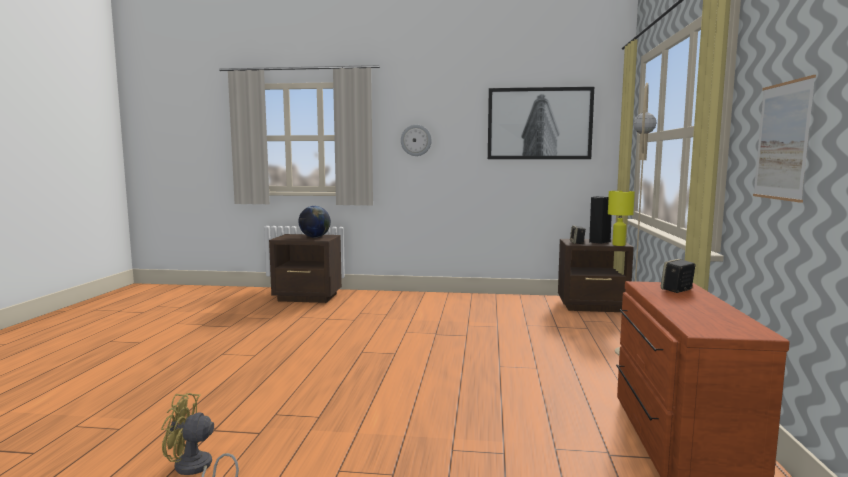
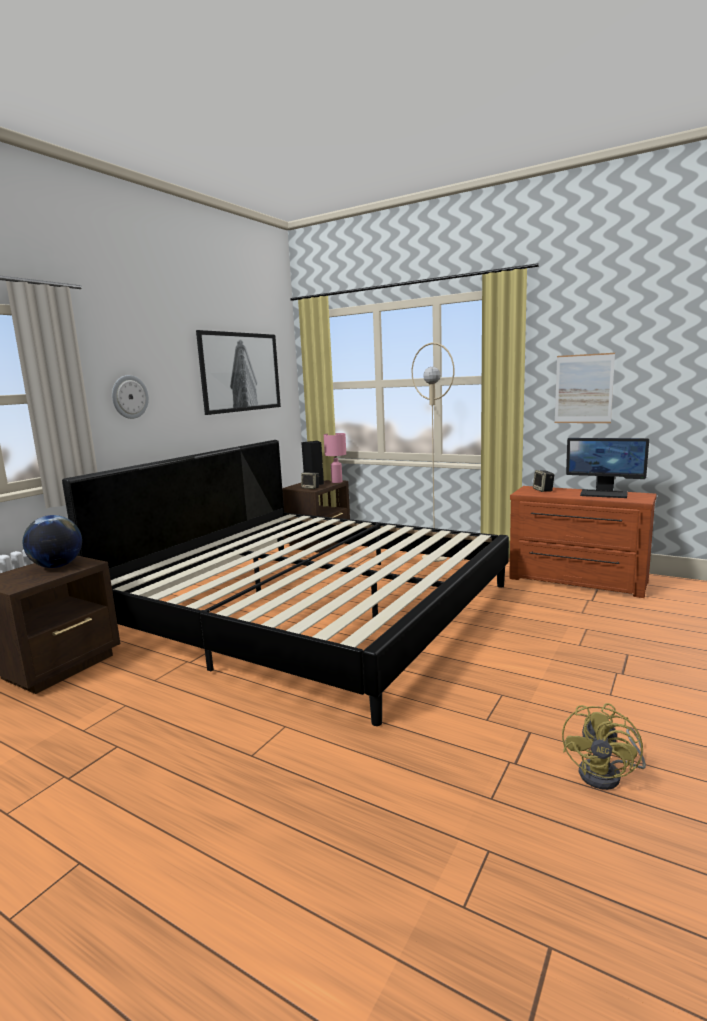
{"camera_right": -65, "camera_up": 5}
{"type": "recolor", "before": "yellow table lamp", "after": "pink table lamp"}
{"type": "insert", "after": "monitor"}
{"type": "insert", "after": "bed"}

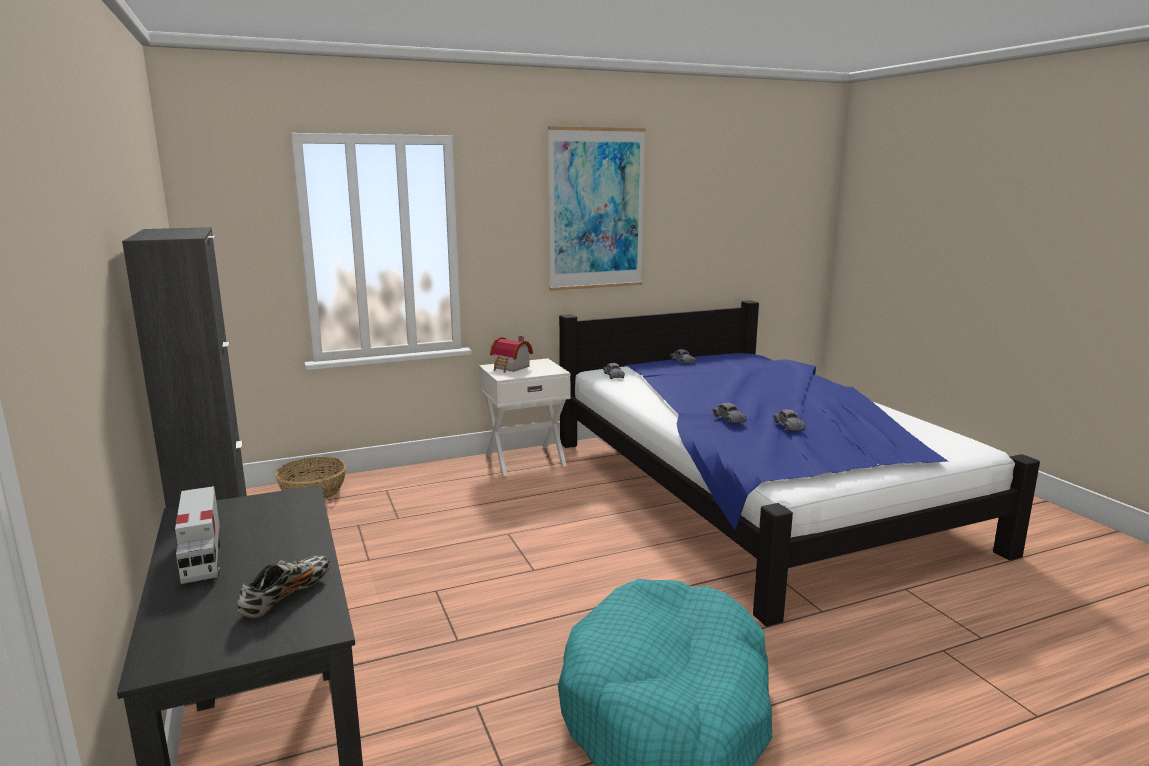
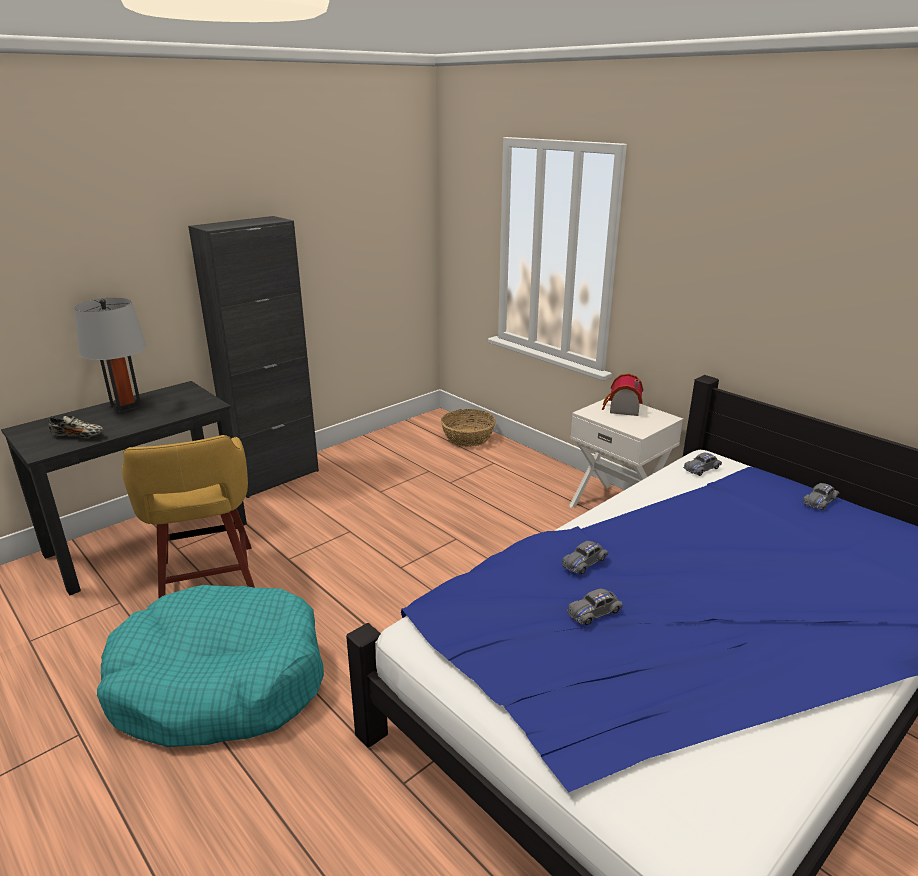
{"camera_right": 70, "camera_up": 10}
{"type": "delete", "before": "picture"}
{"type": "replace", "before": "toy truck", "after": "grey table lamp"}
{"type": "insert", "after": "yellow stool"}

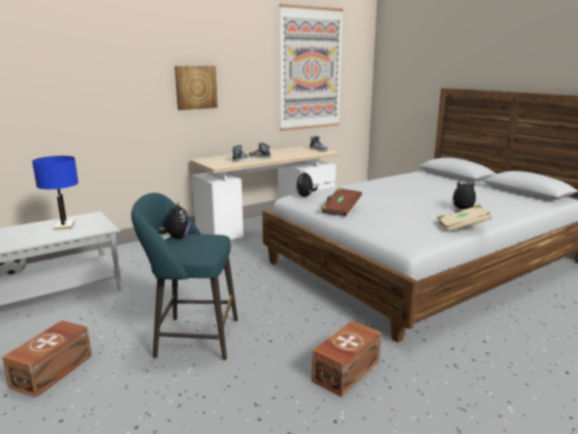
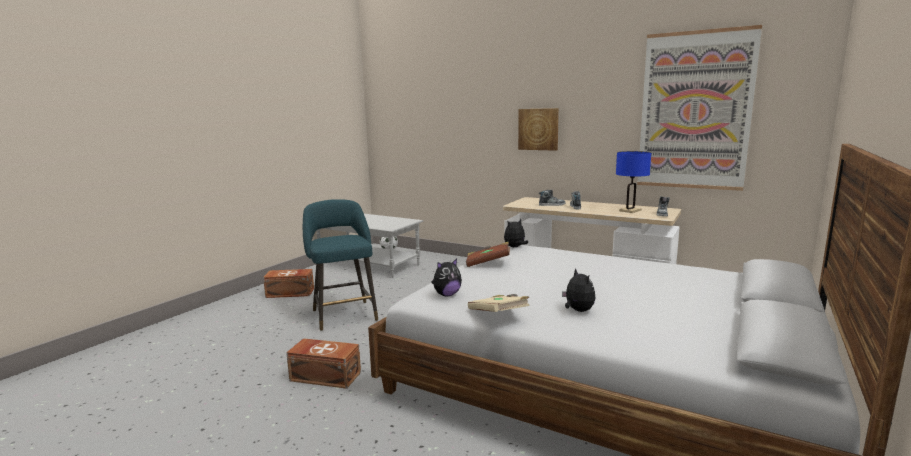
{"camera_right": 65, "camera_up": -5}
{"type": "move", "before": "blue table lamp"}
{"type": "move", "before": "plush toy (1st from left)"}

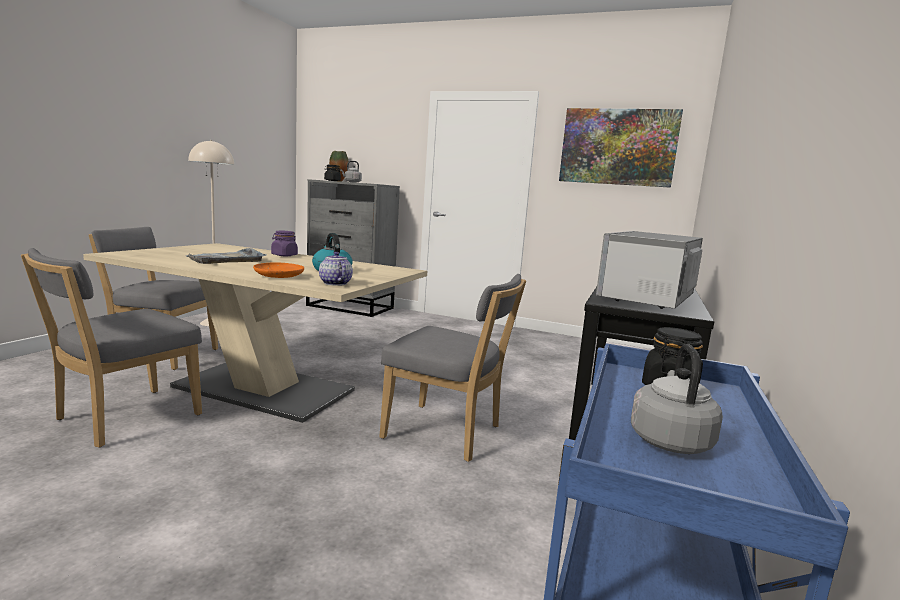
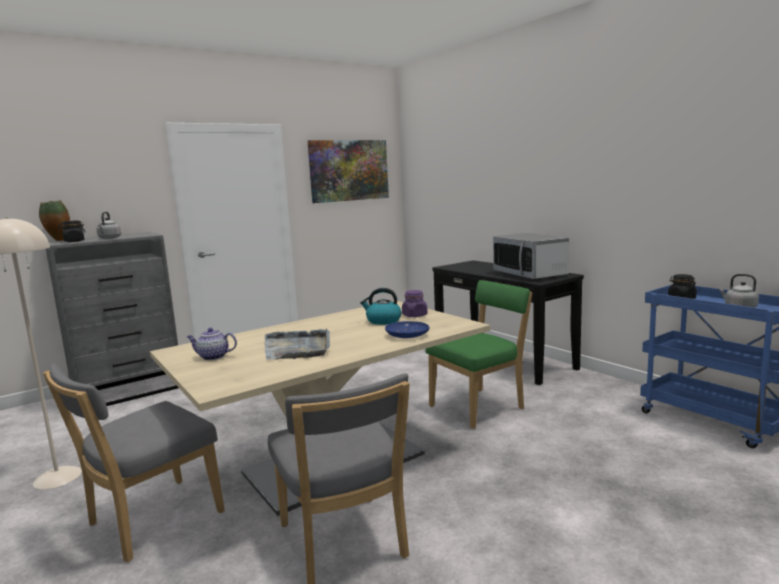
{"camera_right": -55, "camera_up": 0}
{"type": "move", "before": "purple jar"}
{"type": "move", "before": "teapot"}
{"type": "recolor", "before": "orange plate", "after": "blue plate"}
{"type": "recolor", "before": "grey chair (3rd from left)", "after": "green chair"}

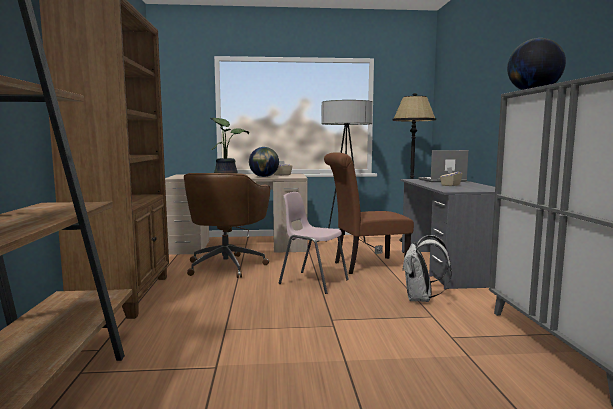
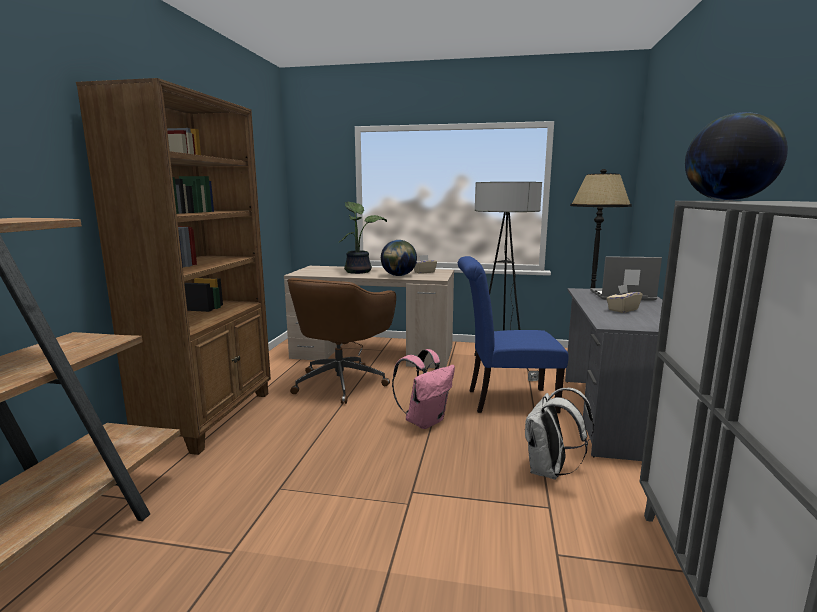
{"camera_right": 15, "camera_up": 5}
{"type": "recolor", "before": "brown chair", "after": "blue chair"}
{"type": "replace", "before": "pink chair", "after": "pink backpack"}

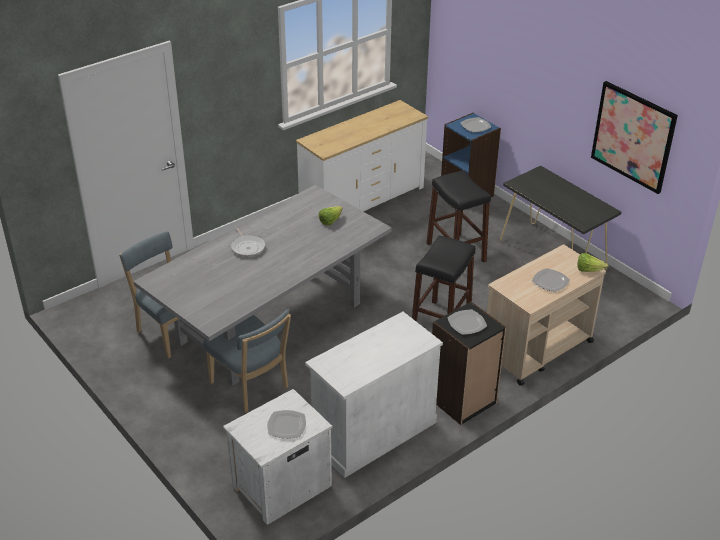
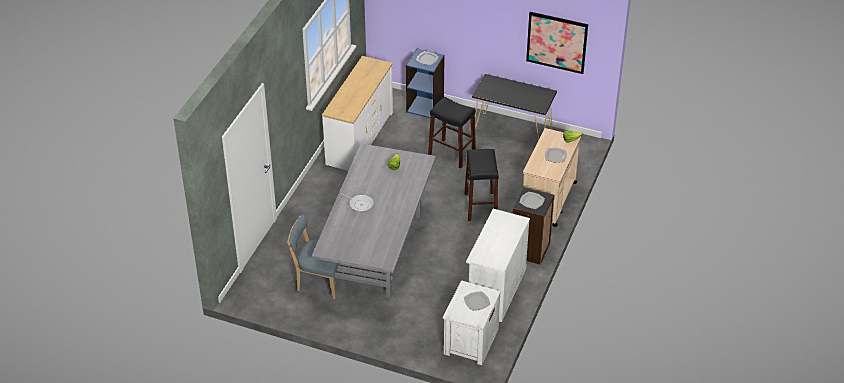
{"camera_right": -30, "camera_up": 5}
{"type": "delete", "before": "blue chair (2nd from left)"}

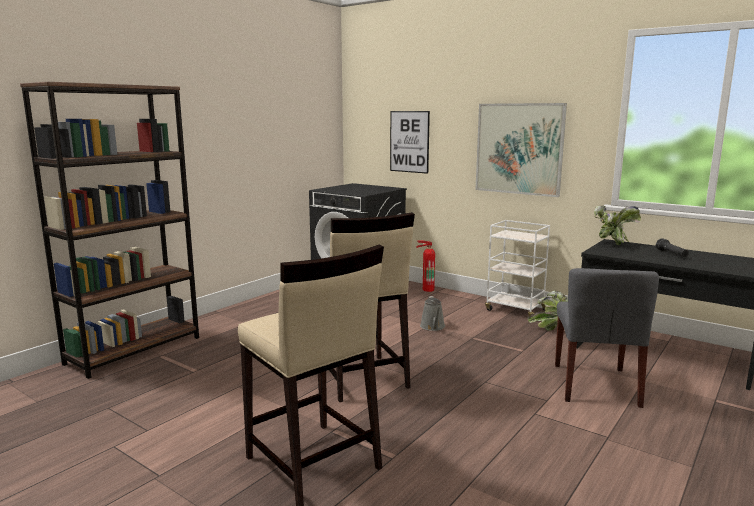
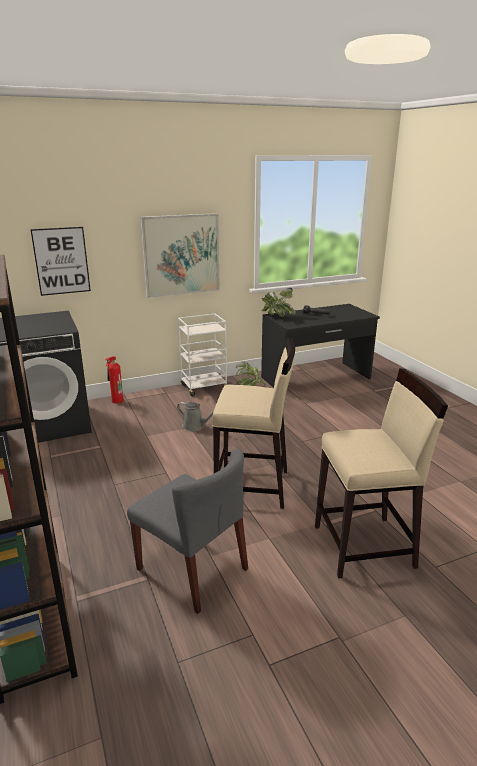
{"camera_right": -60, "camera_up": 10}
{"type": "move", "before": "grey chair"}

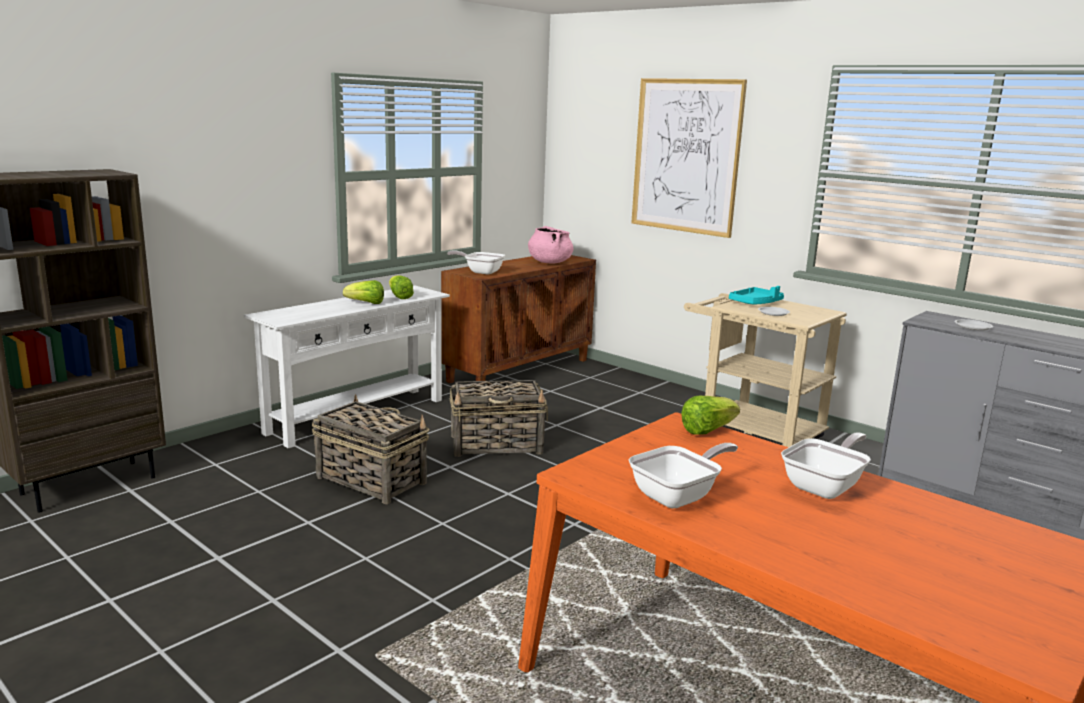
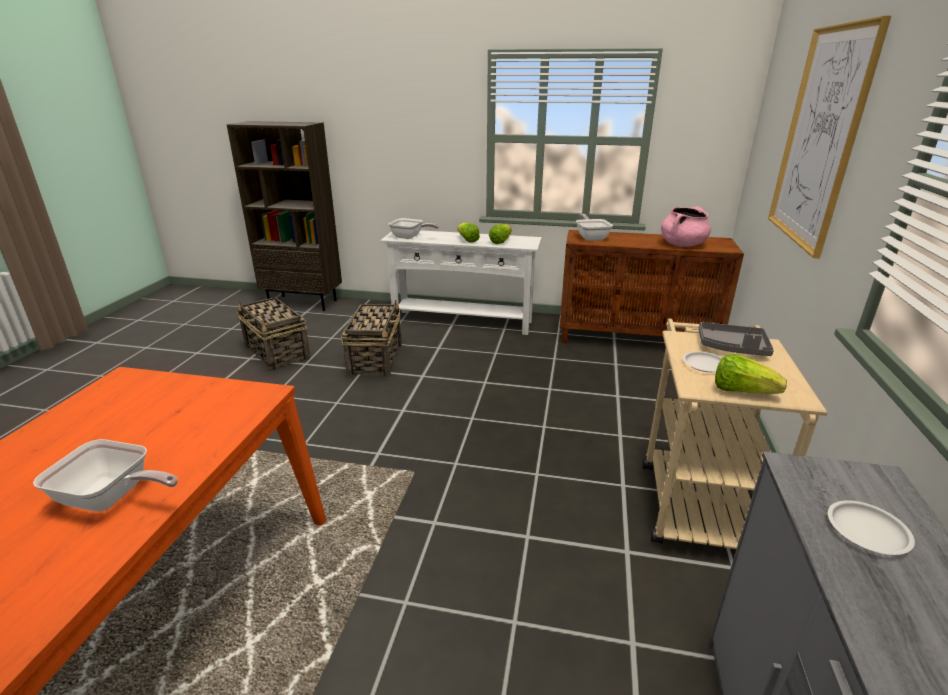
{"camera_right": 60, "camera_up": 10}
{"type": "recolor", "before": "turquoise tray", "after": "grey tray"}
{"type": "move", "before": "basket (2nd from left in the first image)", "after": "basket (1st from left)"}
{"type": "move", "before": "lettuce (3rd from left)"}
{"type": "move", "before": "frying pan (2nd from left)"}

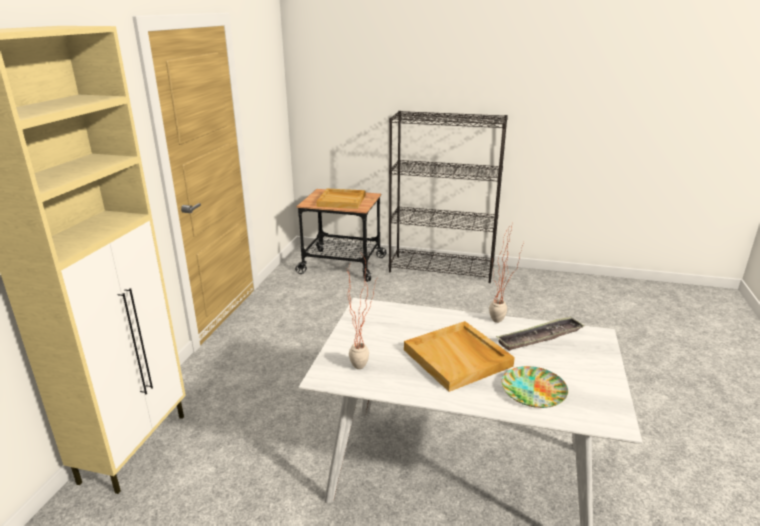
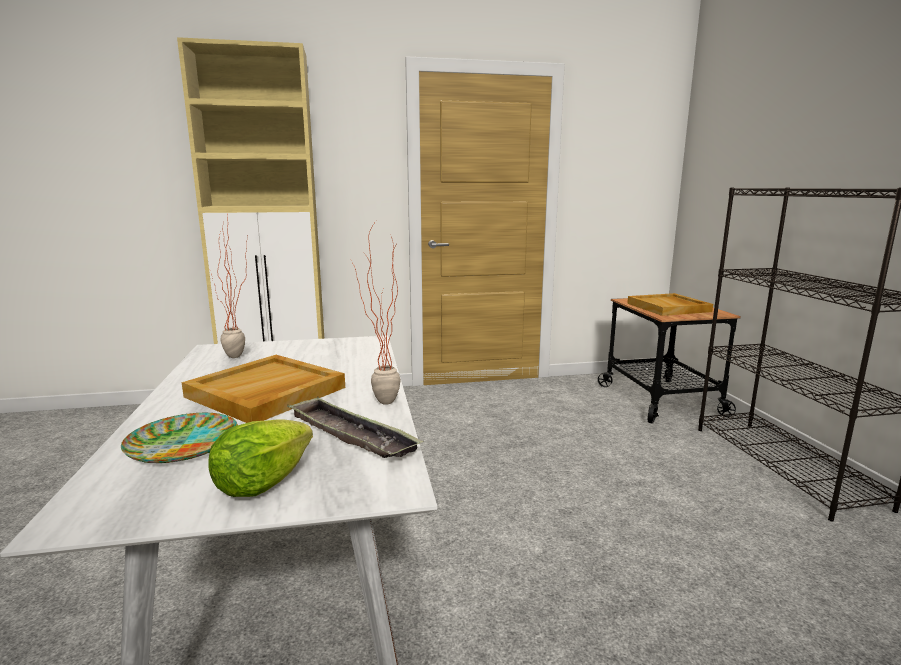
{"camera_right": 65, "camera_up": -10}
{"type": "insert", "after": "lettuce"}

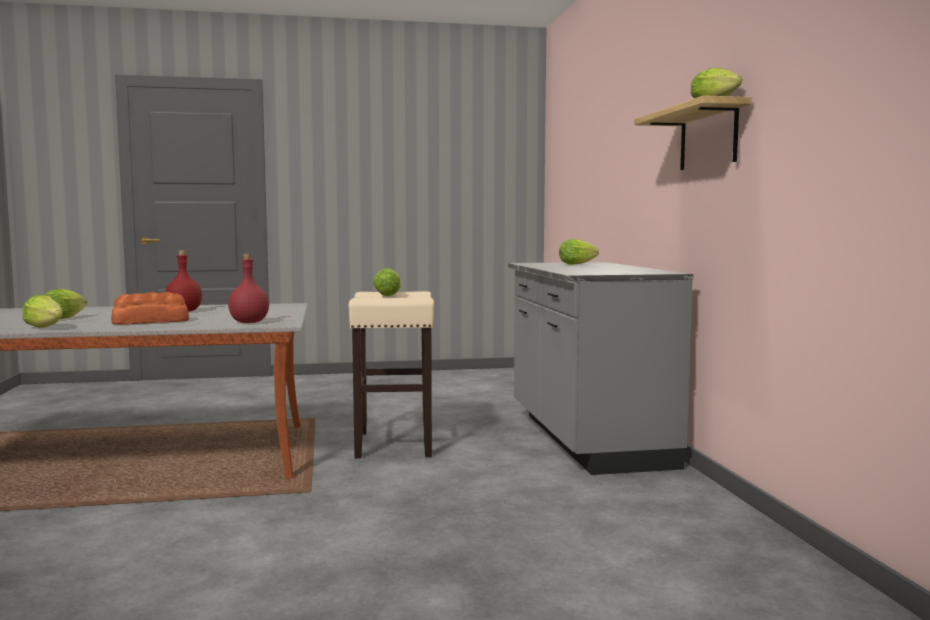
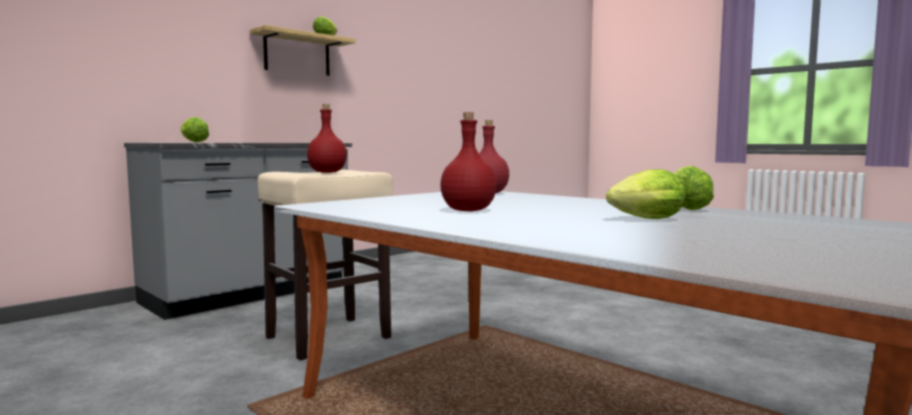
{"camera_right": -125, "camera_up": 0}
{"type": "replace", "before": "lettuce (3rd from left)", "after": "red bottle (1st from left)"}
{"type": "delete", "before": "bread"}

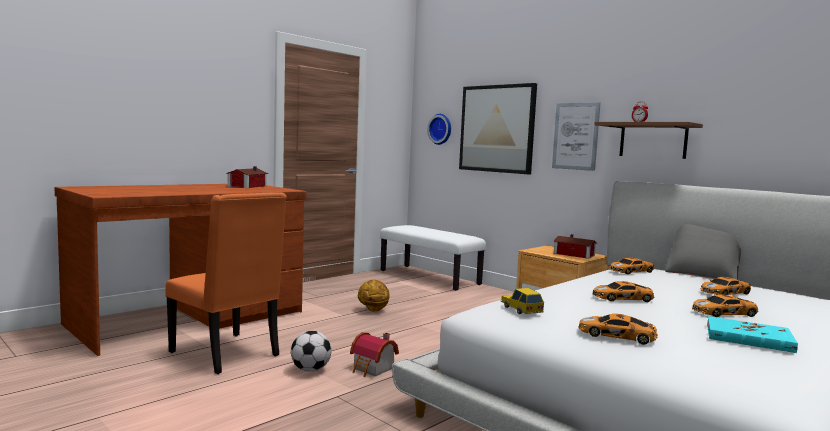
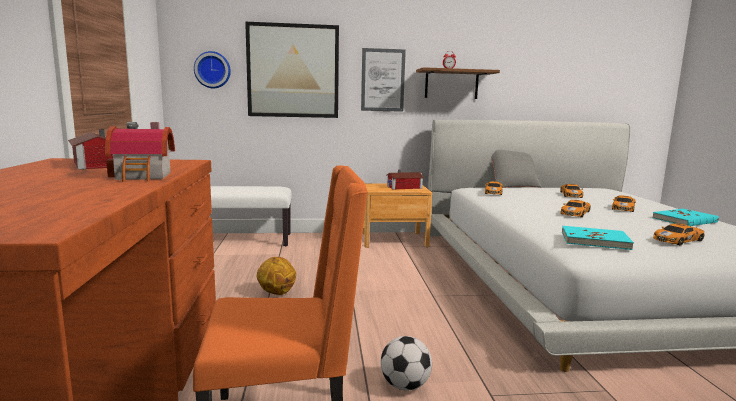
{"camera_right": -50, "camera_up": 5}
{"type": "replace", "before": "toy car (1st from left)", "after": "turquoise book (1st from left)"}
{"type": "move", "before": "toy house (2nd from left)"}

